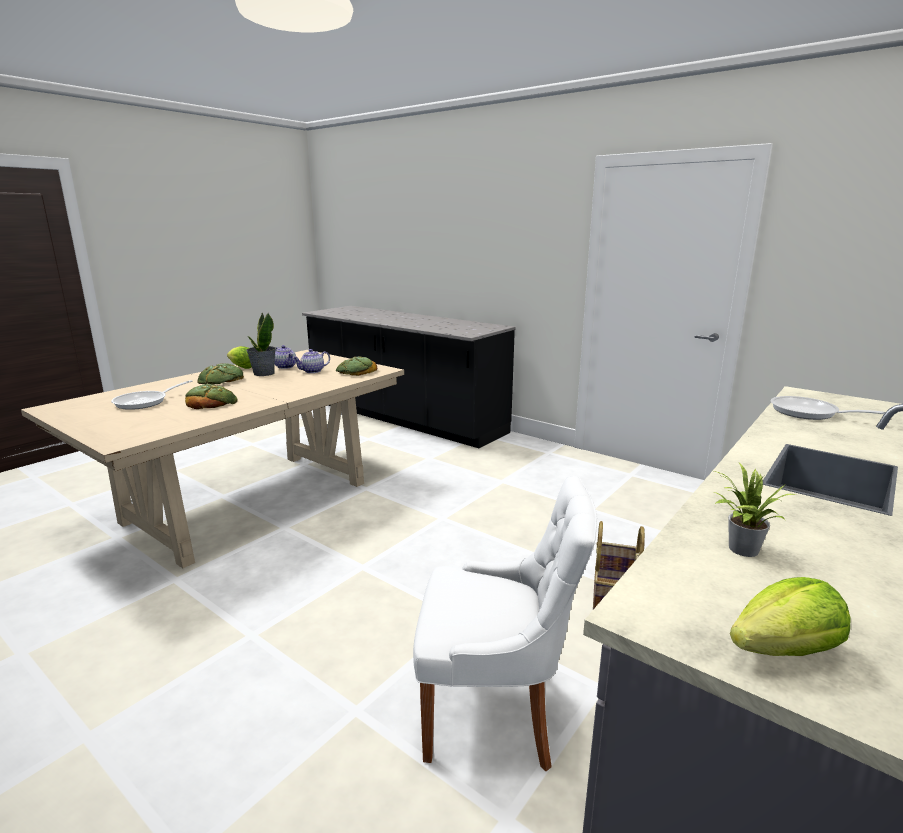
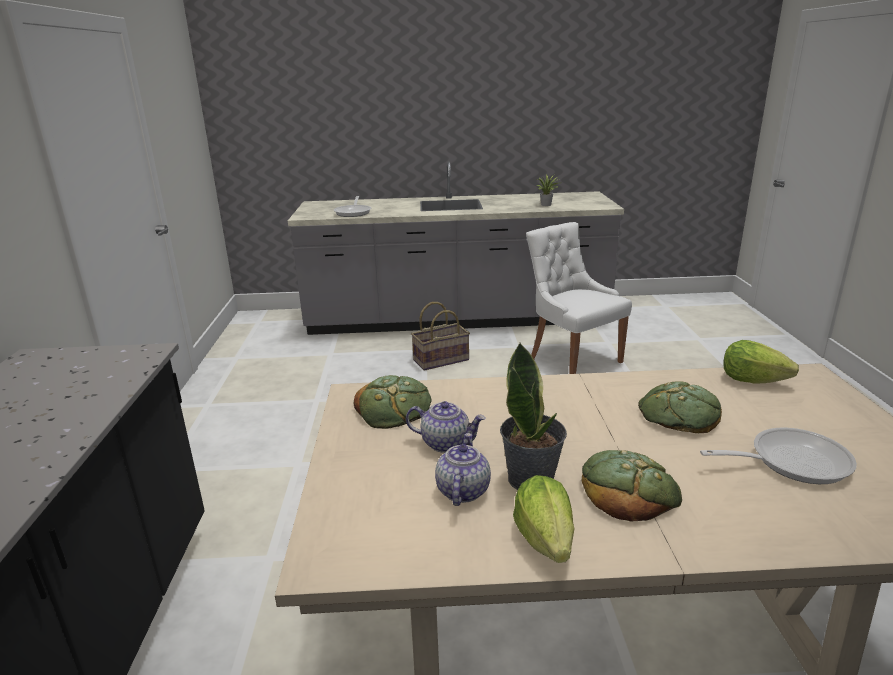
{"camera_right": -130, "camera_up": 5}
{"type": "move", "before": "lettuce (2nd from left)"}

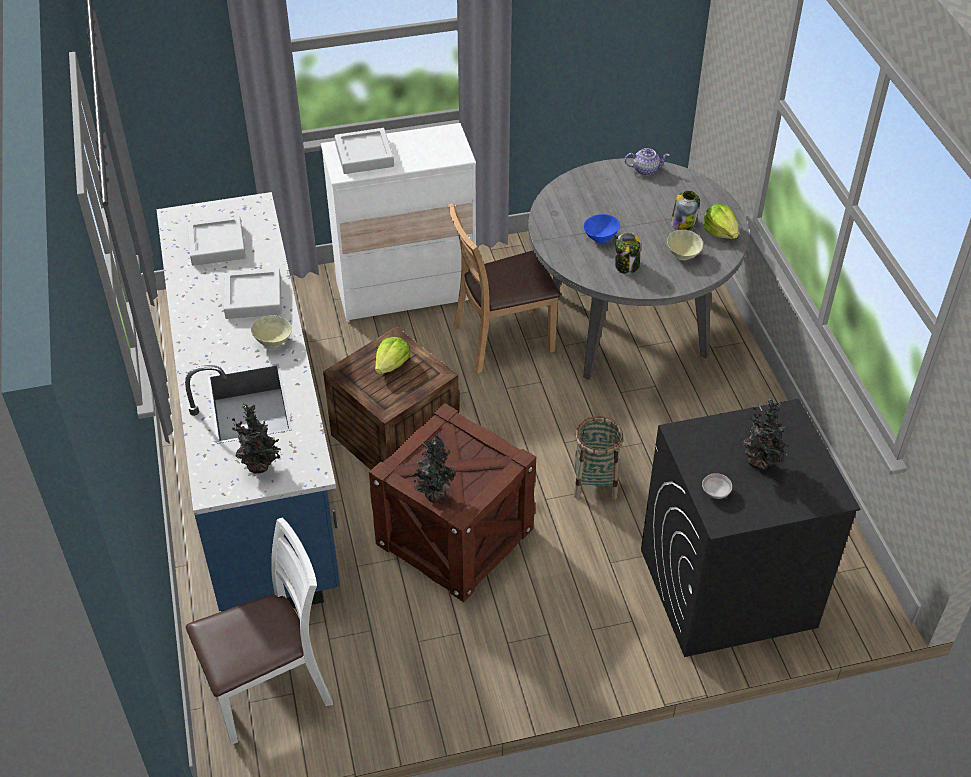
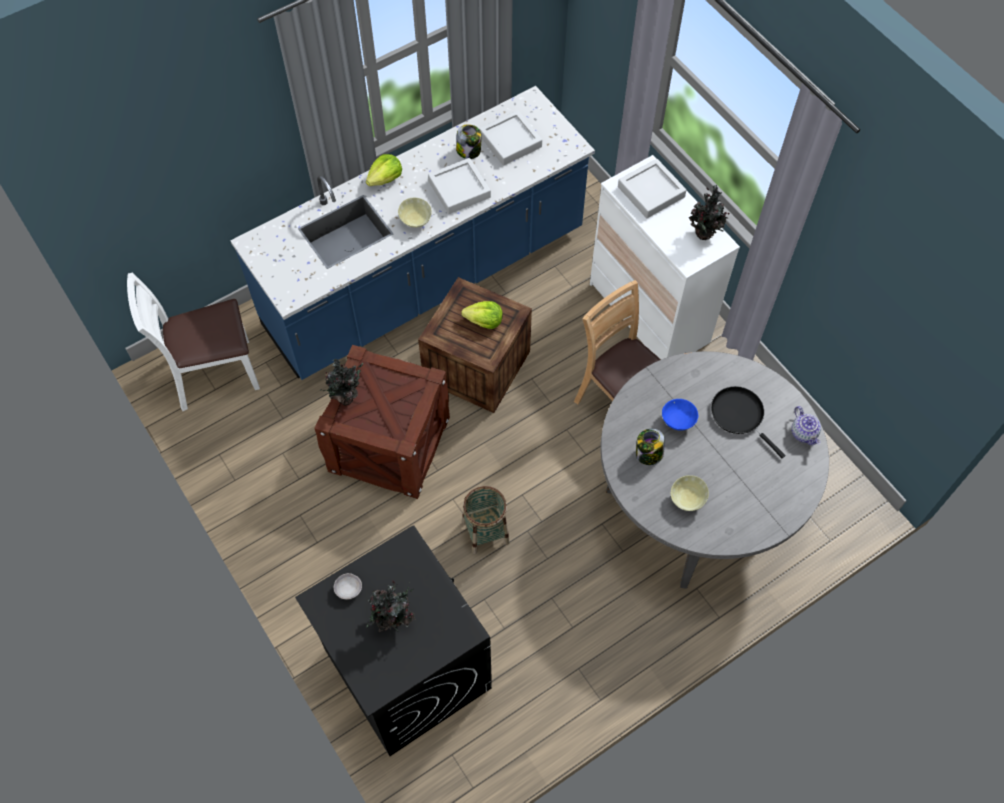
{"camera_right": 70, "camera_up": 15}
{"type": "move", "before": "jar (2nd from left in the first image)", "after": "jar (1st from left)"}
{"type": "move", "before": "lettuce (2nd from left in the first image)", "after": "lettuce (1st from left)"}
{"type": "move", "before": "potted plant (1st from left in the first image)", "after": "potted plant (3rd from left)"}
{"type": "rotate", "before": "white chair", "turn": 120}
{"type": "insert", "after": "black frying pan"}

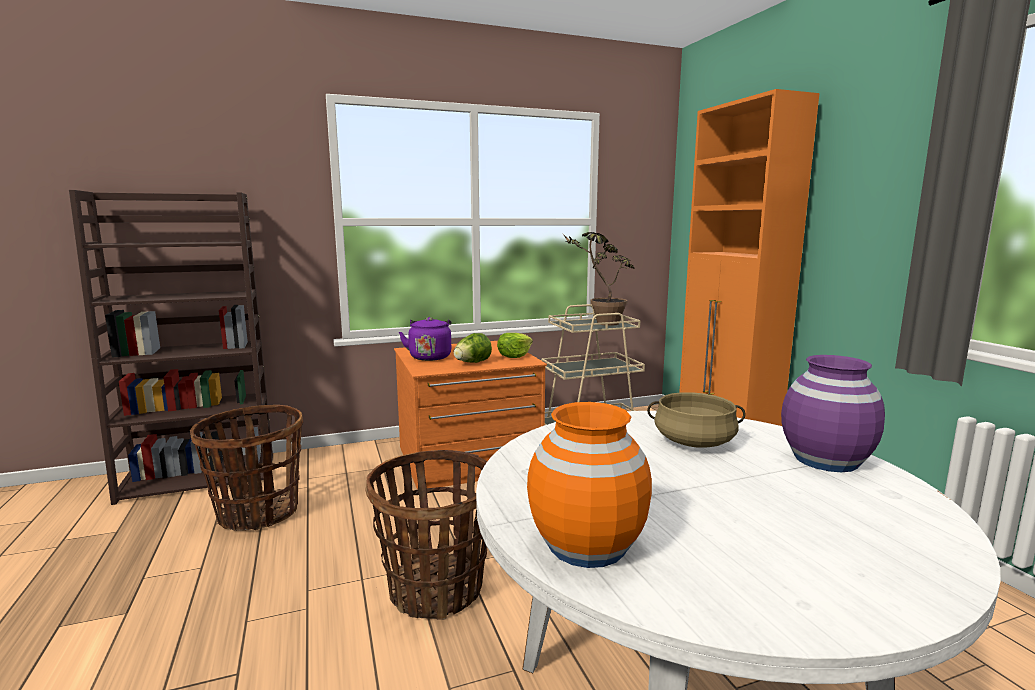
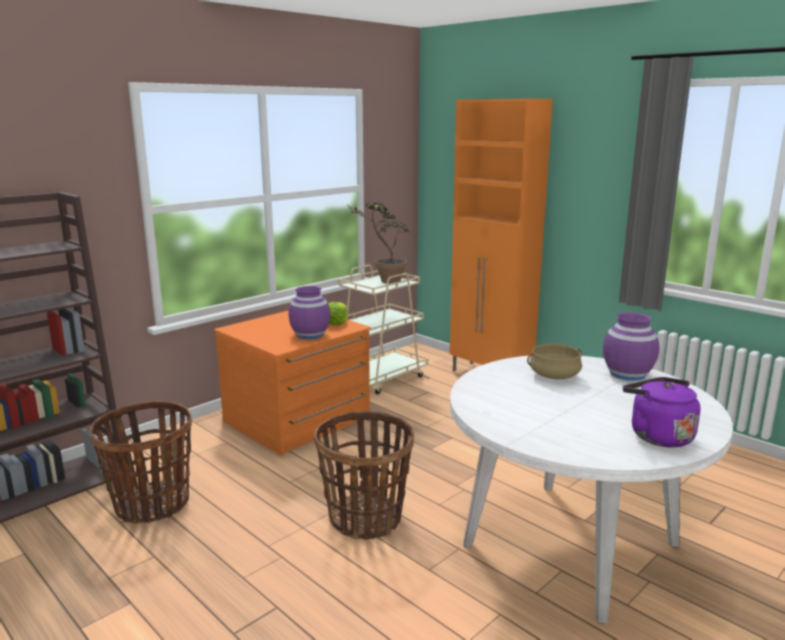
{"camera_right": -25, "camera_up": 5}
{"type": "move", "before": "purple kettle"}
{"type": "replace", "before": "lettuce (1st from left)", "after": "purple vase (1st from left)"}
{"type": "delete", "before": "orange vase"}

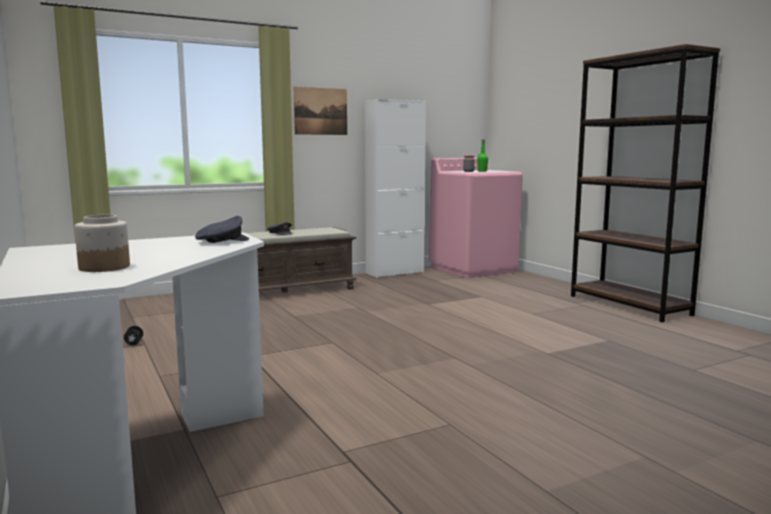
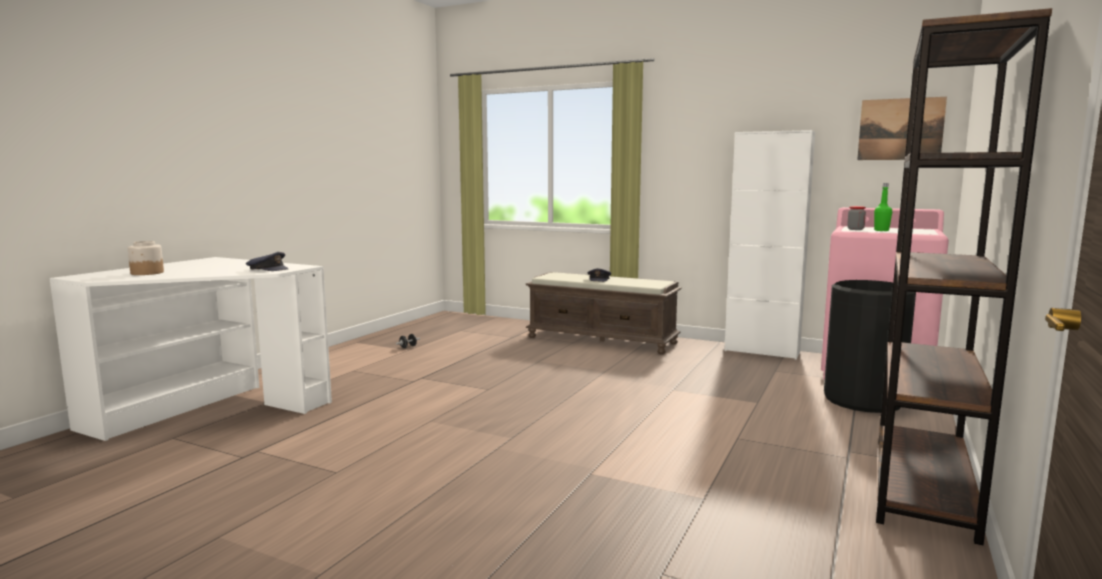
{"camera_right": 55, "camera_up": 0}
{"type": "move", "before": "picture"}
{"type": "insert", "after": "black trash can"}

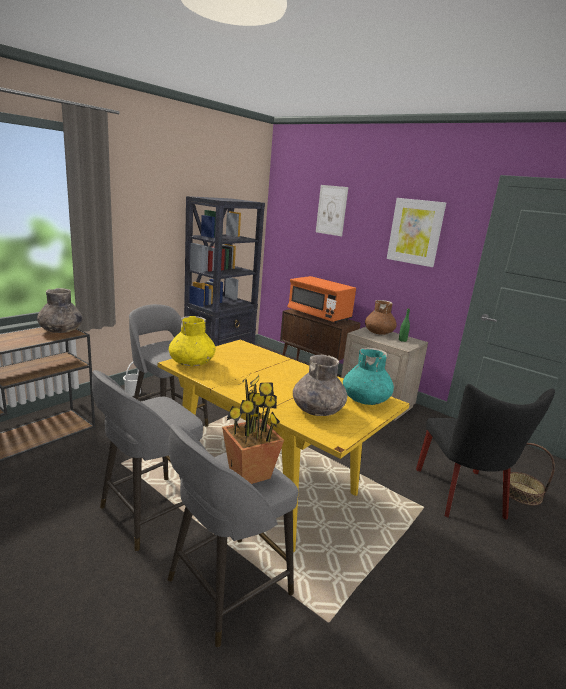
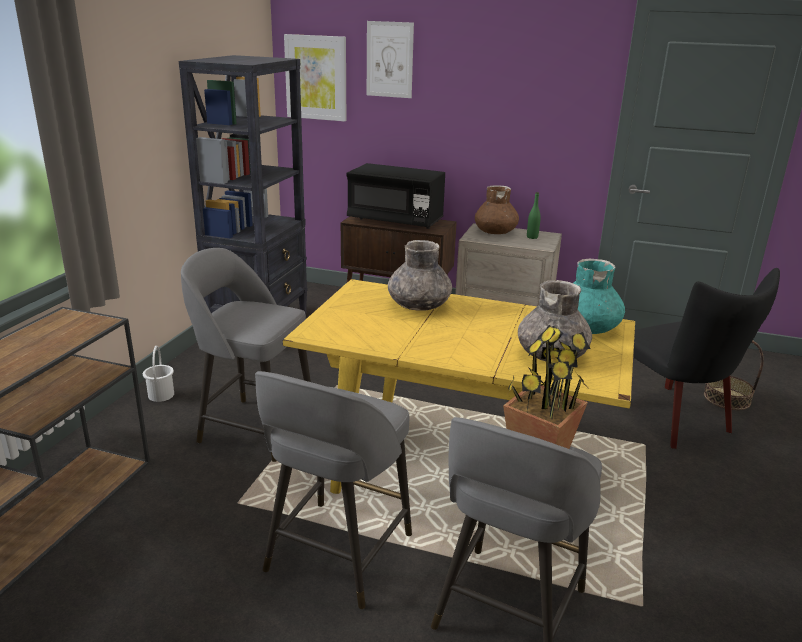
{"camera_right": -20, "camera_up": 5}
{"type": "move", "before": "picture (2nd from left in the first image)", "after": "picture (1st from left)"}
{"type": "recolor", "before": "orange microwave", "after": "black microwave"}
{"type": "move", "before": "grey vase (1st from left)"}
{"type": "delete", "before": "yellow vase"}

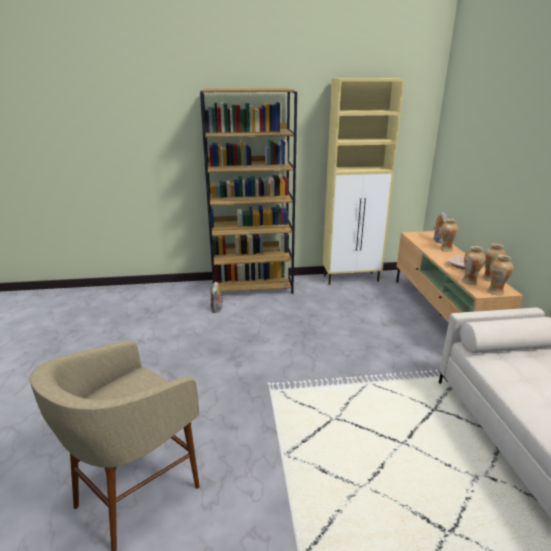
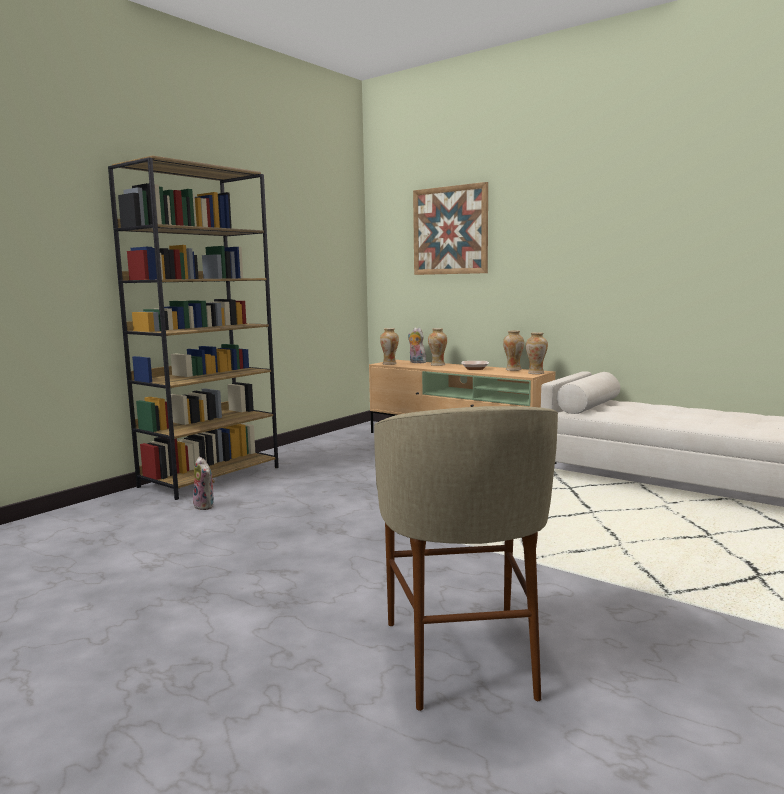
{"camera_right": -45, "camera_up": -15}
{"type": "delete", "before": "beige cabinet"}
{"type": "move", "before": "vase (2nd from left in the first image)", "after": "vase (1st from left)"}
{"type": "insert", "after": "picture"}

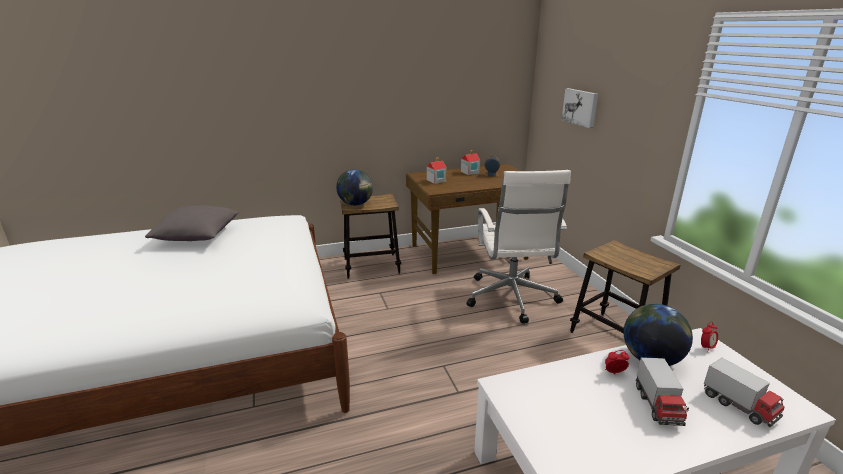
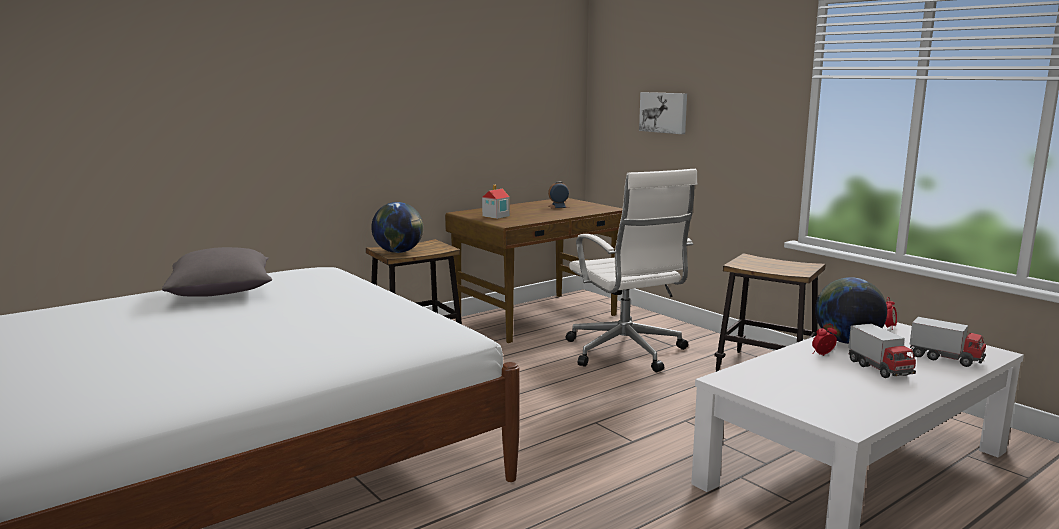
{"camera_right": -20, "camera_up": -10}
{"type": "delete", "before": "toy house (2nd from left)"}

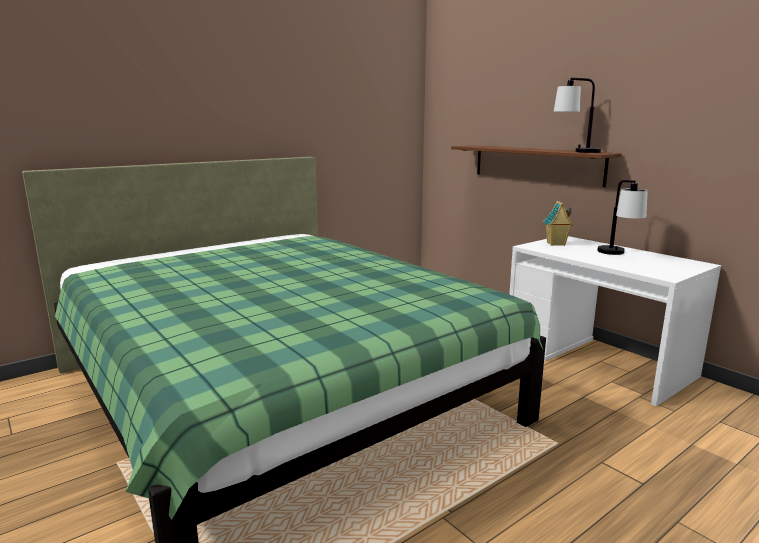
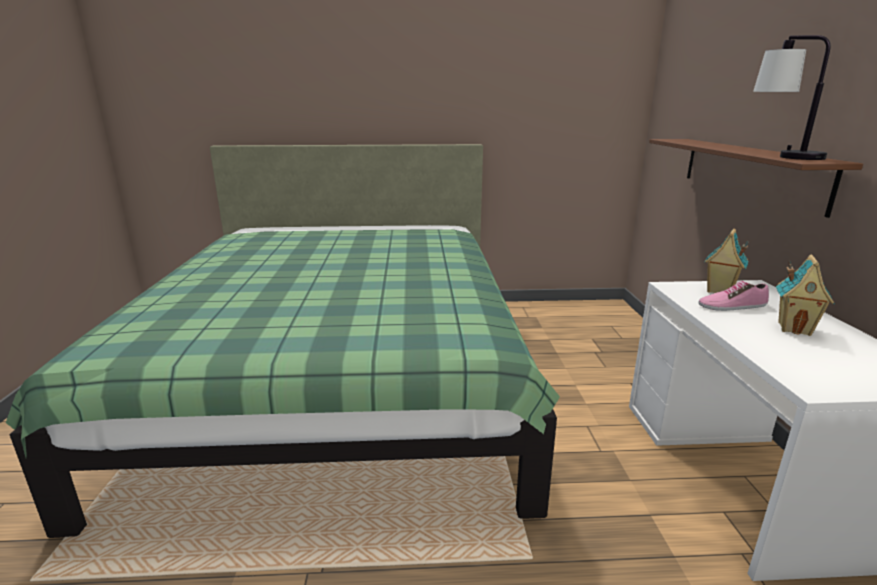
{"camera_right": 35, "camera_up": 5}
{"type": "replace", "before": "table lamp (2nd from left)", "after": "toy house (2nd from left)"}
{"type": "insert", "after": "shoe"}

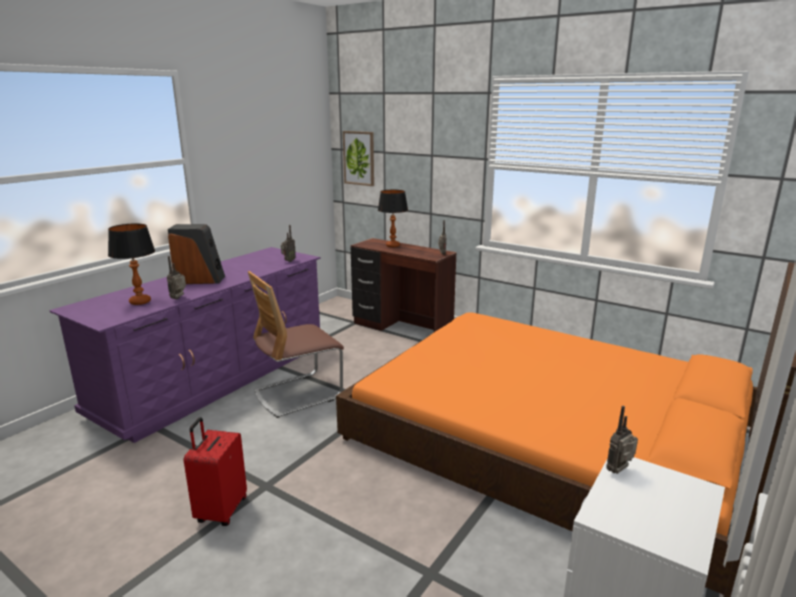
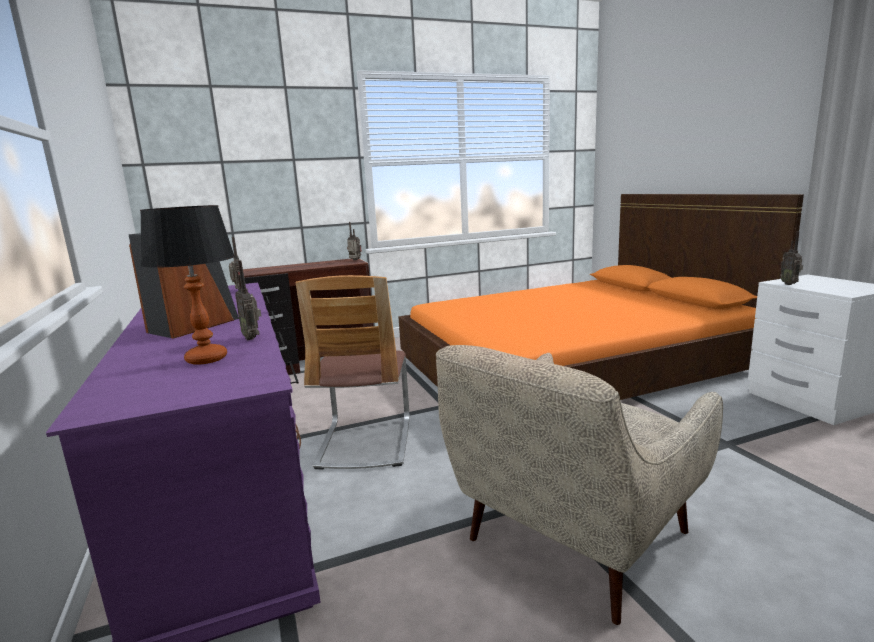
{"camera_right": -55, "camera_up": -5}
{"type": "delete", "before": "picture"}
{"type": "delete", "before": "table lamp (2nd from left)"}
{"type": "replace", "before": "red suitcase", "after": "beige armchair"}

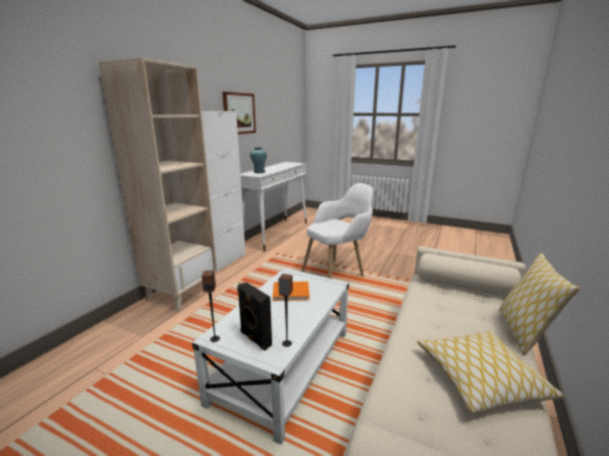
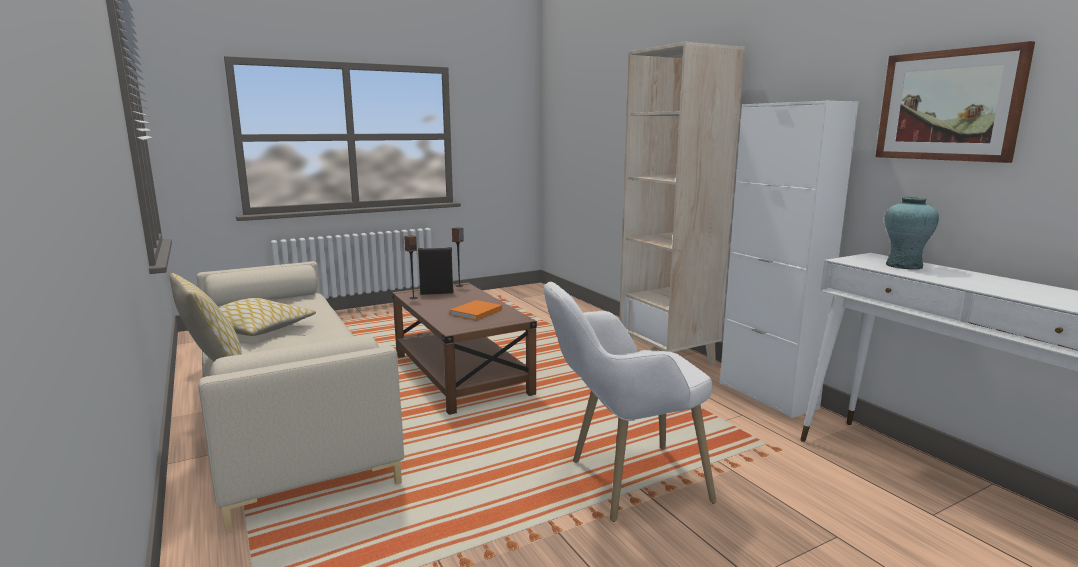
{"camera_right": 125, "camera_up": -5}
{"type": "rotate", "before": "white armchair", "turn": 75}
{"type": "recolor", "before": "white coffee table", "after": "brown coffee table"}

